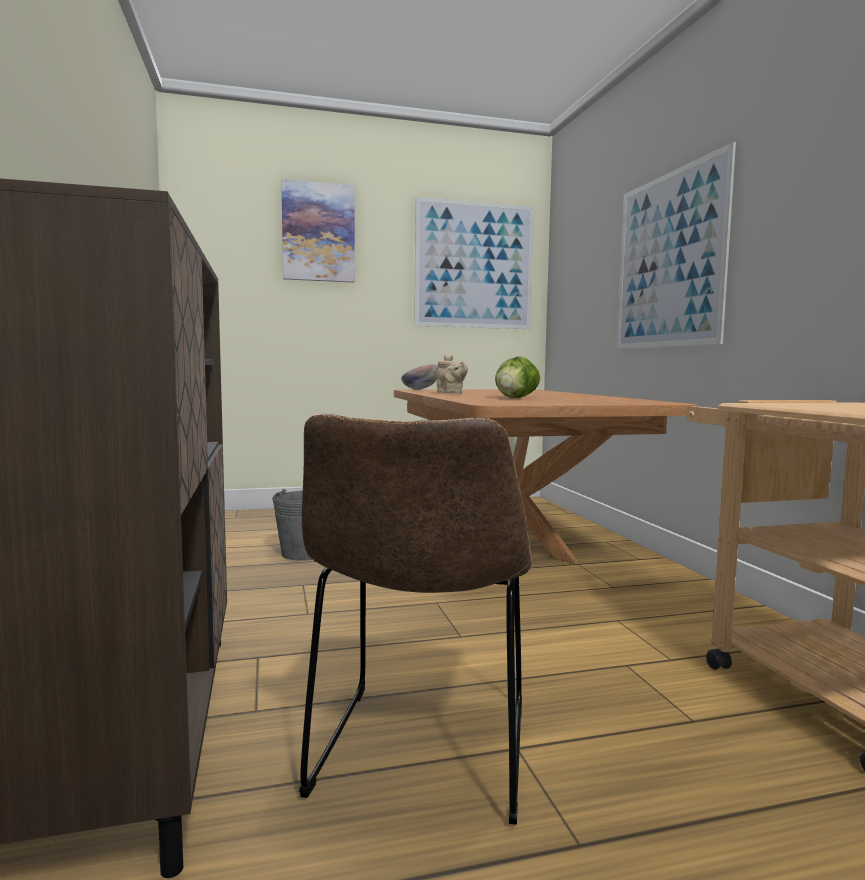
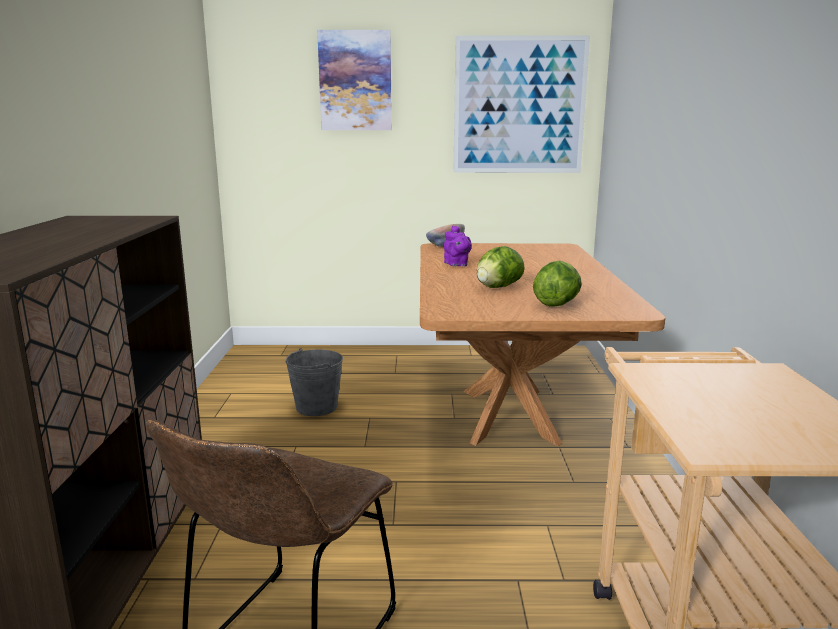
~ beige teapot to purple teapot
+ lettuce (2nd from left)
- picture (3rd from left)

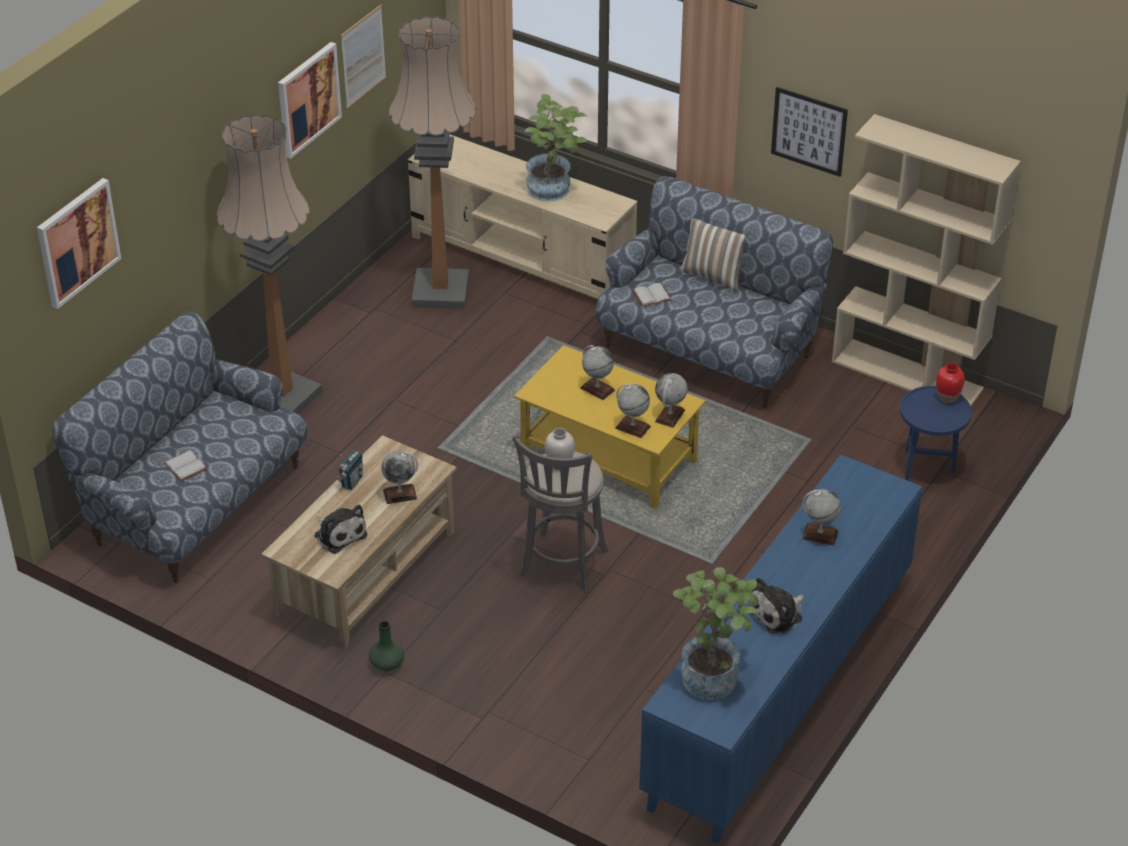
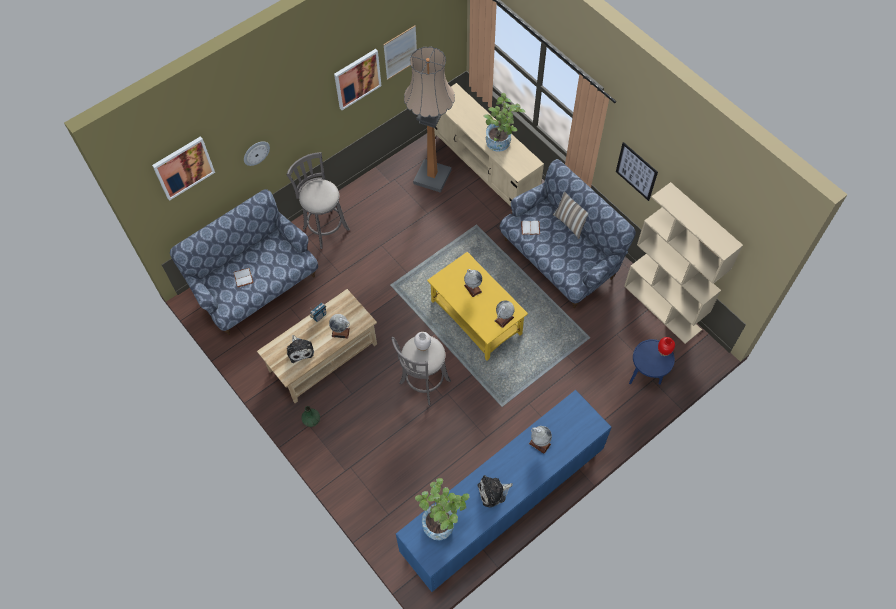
+ wall clock
~ floor lamp (1st from left) to grey stool (1st from left)
- globe (3rd from left)

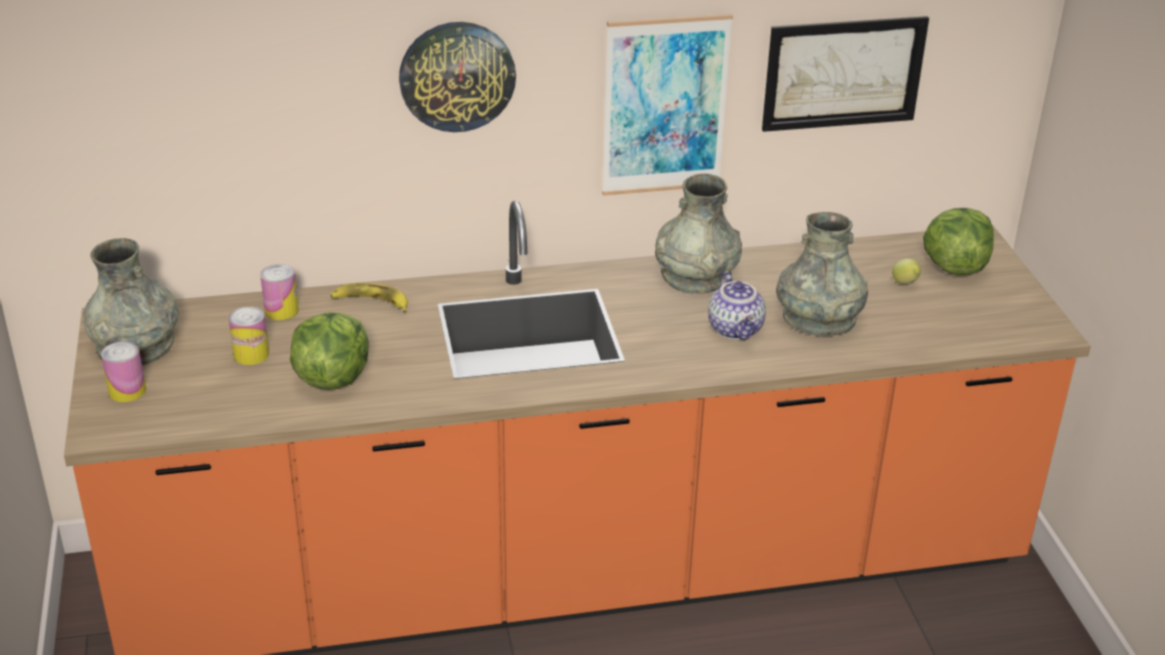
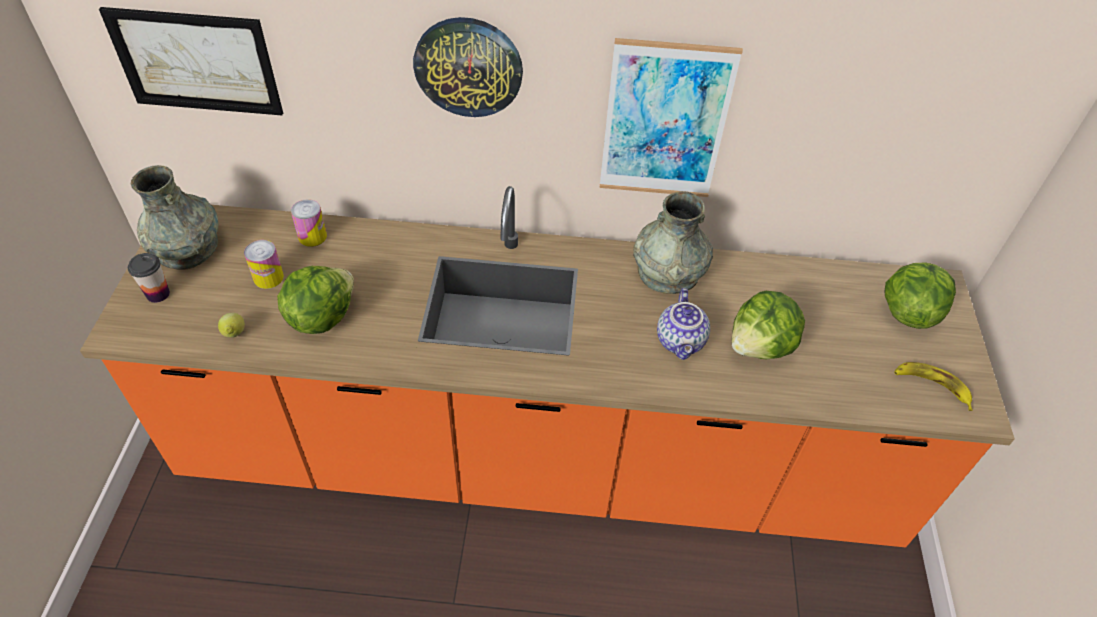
~ picture (2nd from left in the first image) to picture (1st from left)
~ can (1st from left) to cup
~ lemon
~ grey vase (3rd from left) to lettuce (2nd from left)
~ banana

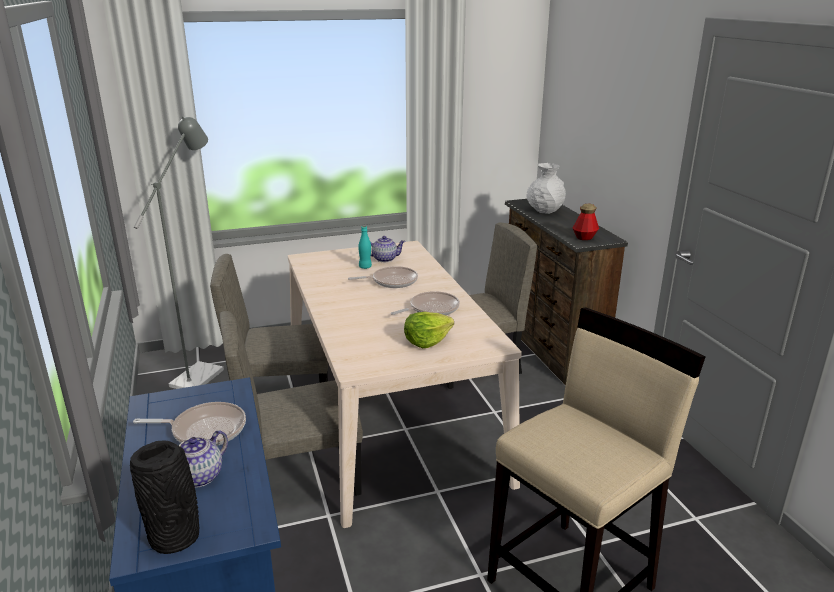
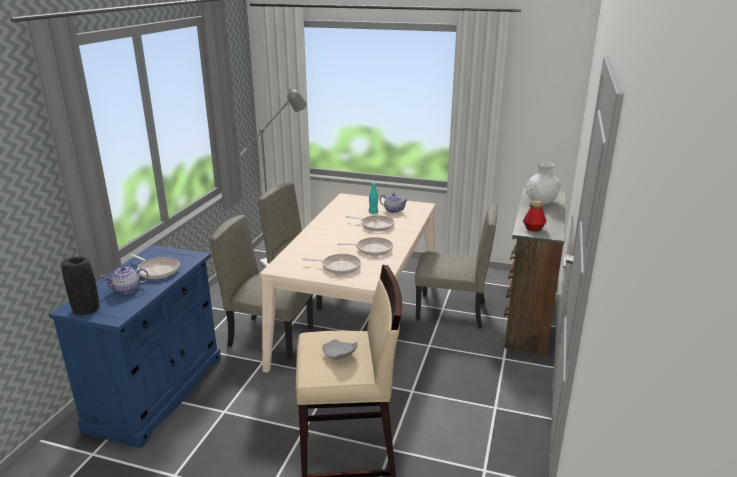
~ lettuce to frying pan (2nd from left)
+ grey plate

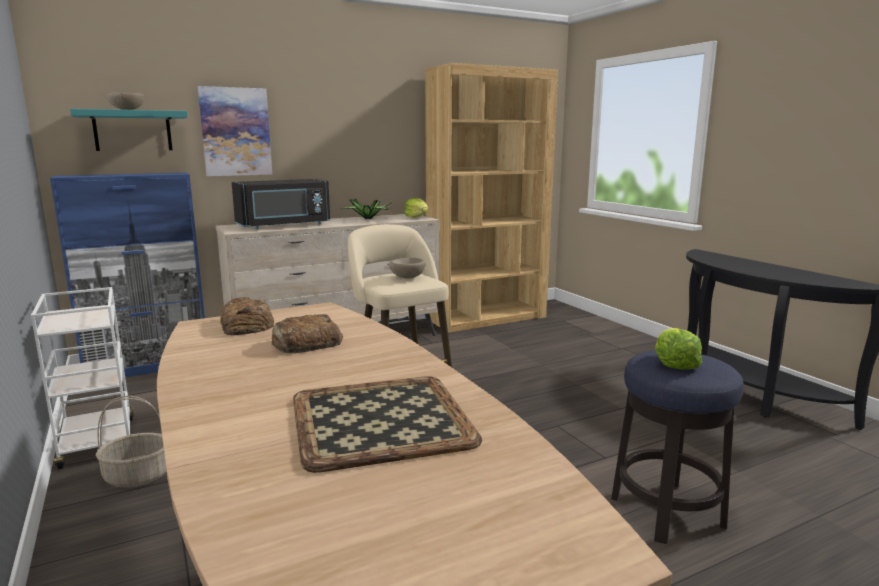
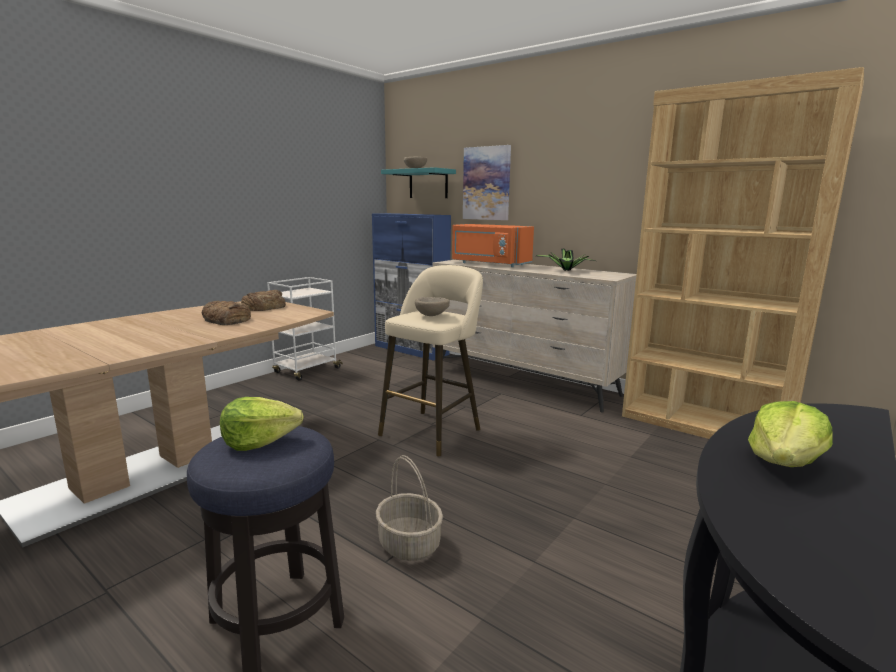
~ basket
~ black microwave to orange microwave
~ lettuce (1st from left in the first image) to lettuce (2nd from left)
- tray

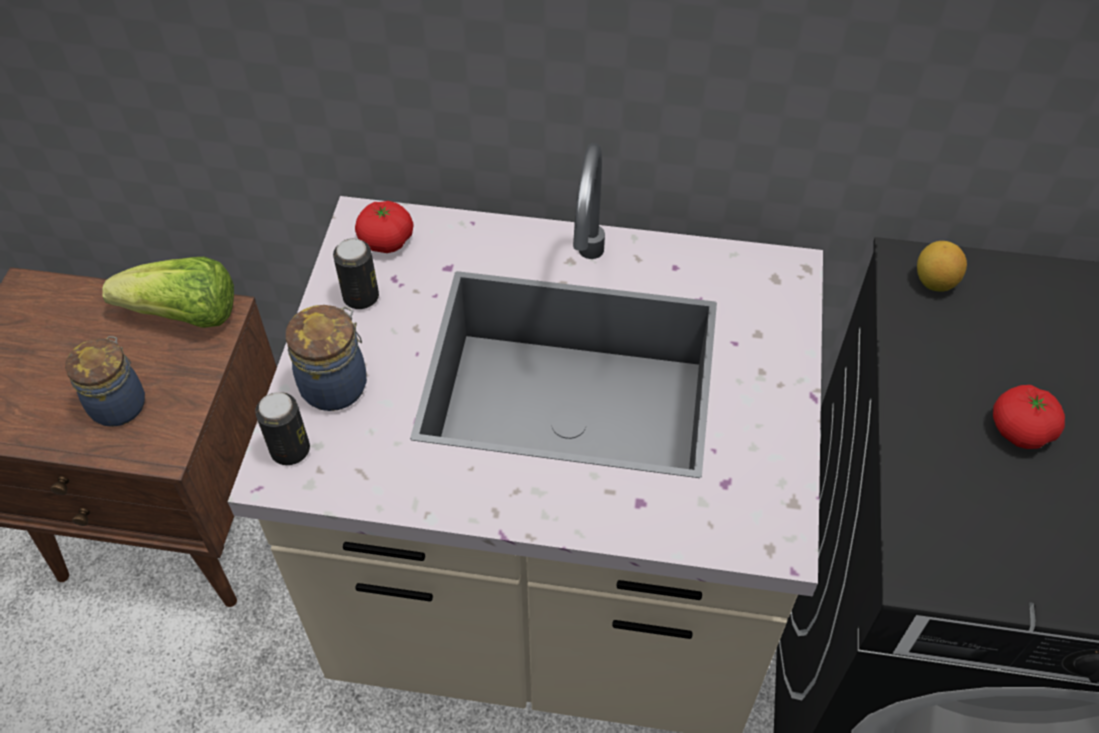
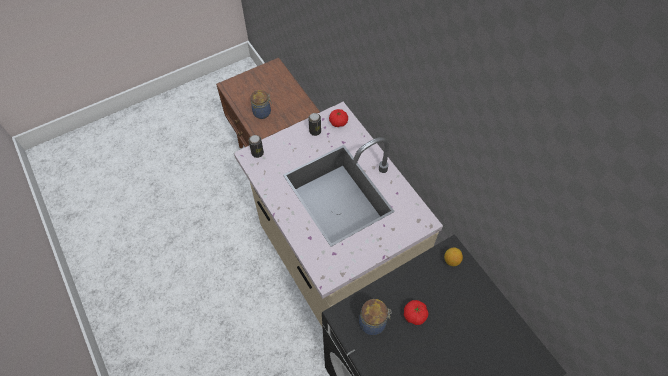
~ jar (2nd from left)
- lettuce

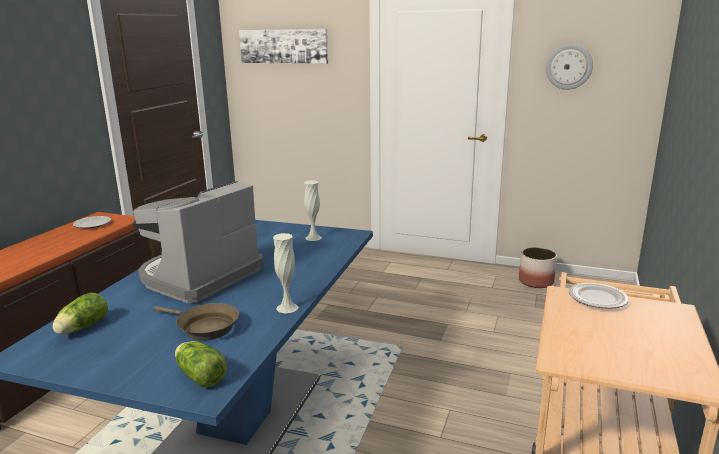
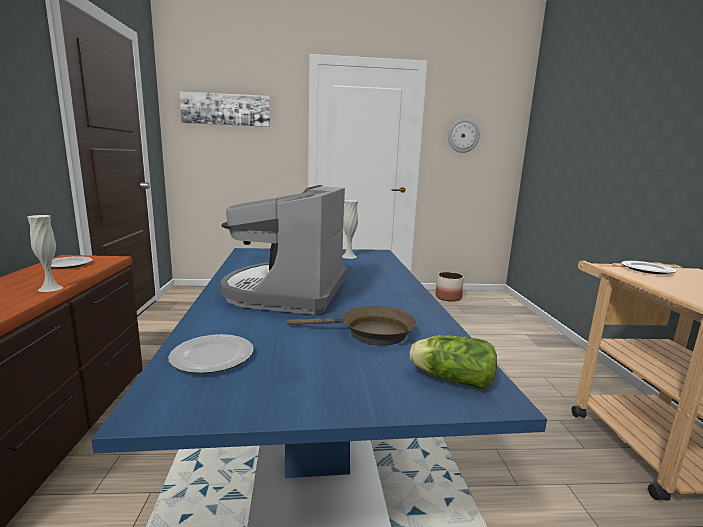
~ white vase (1st from left)
~ lettuce (1st from left) to plate (2nd from left)

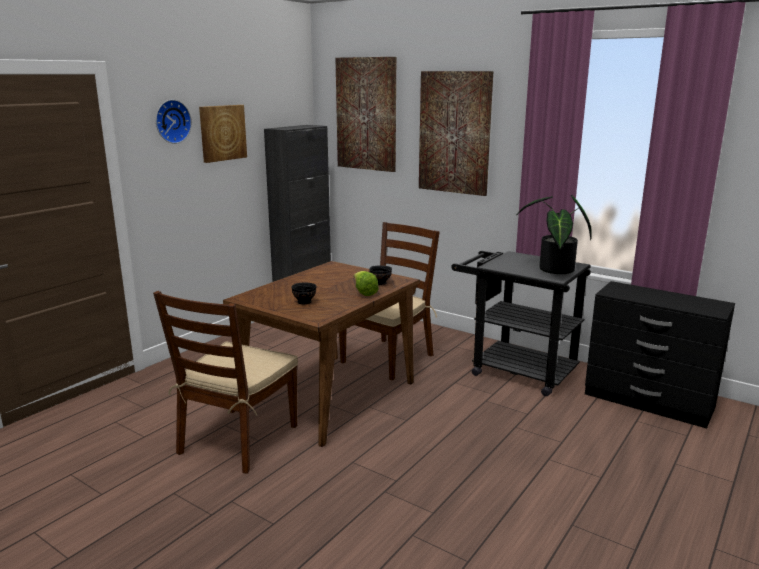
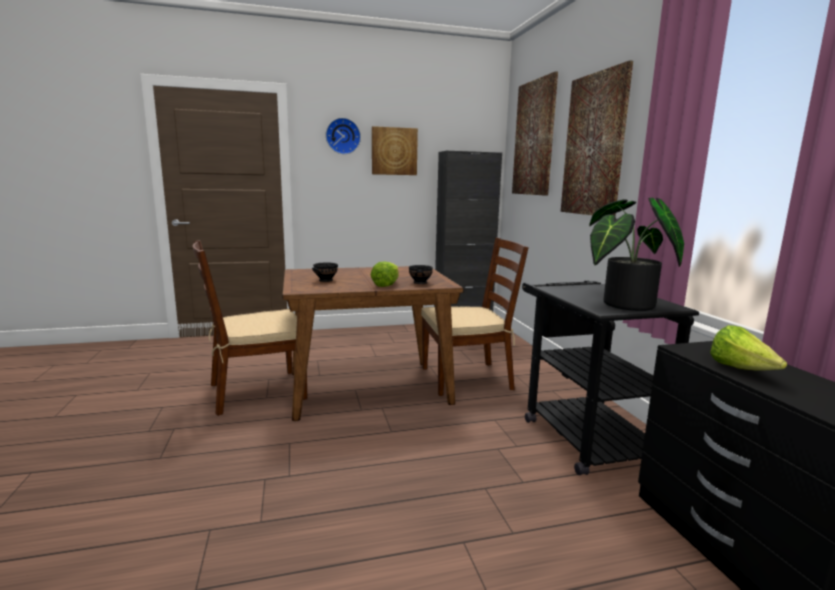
+ lettuce (2nd from left)

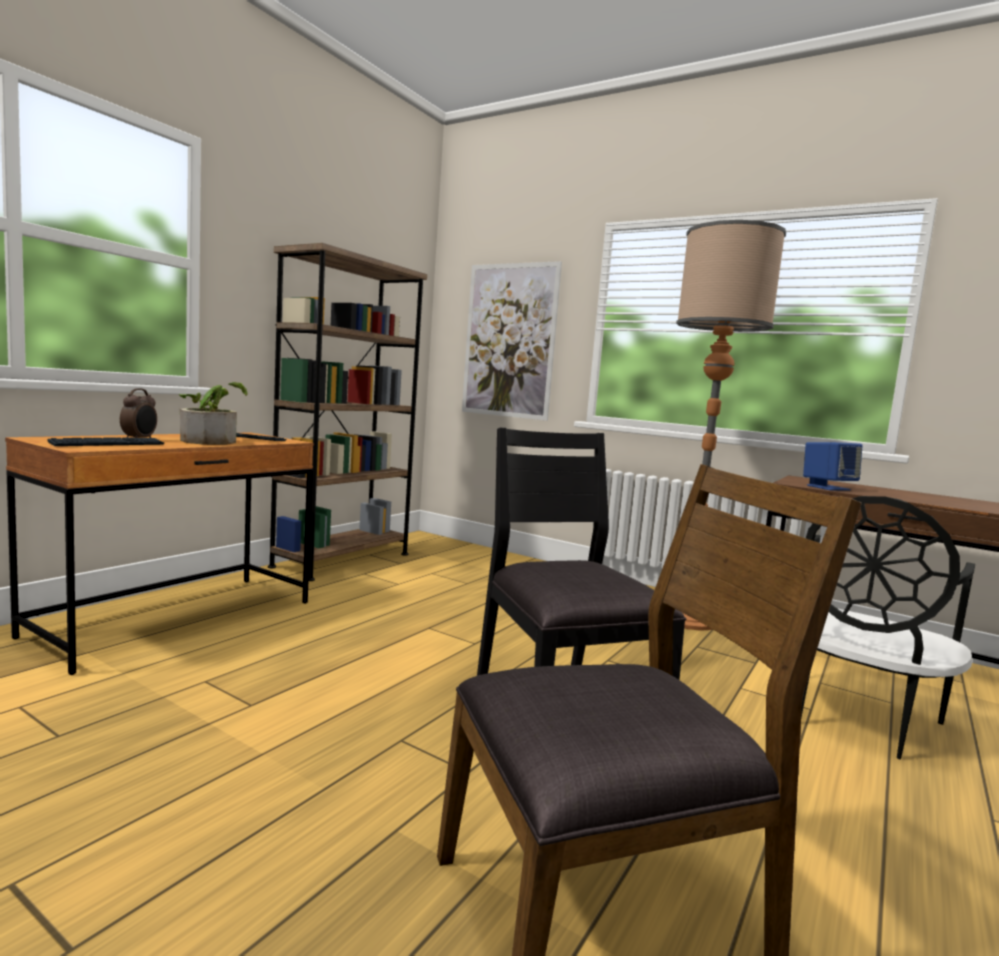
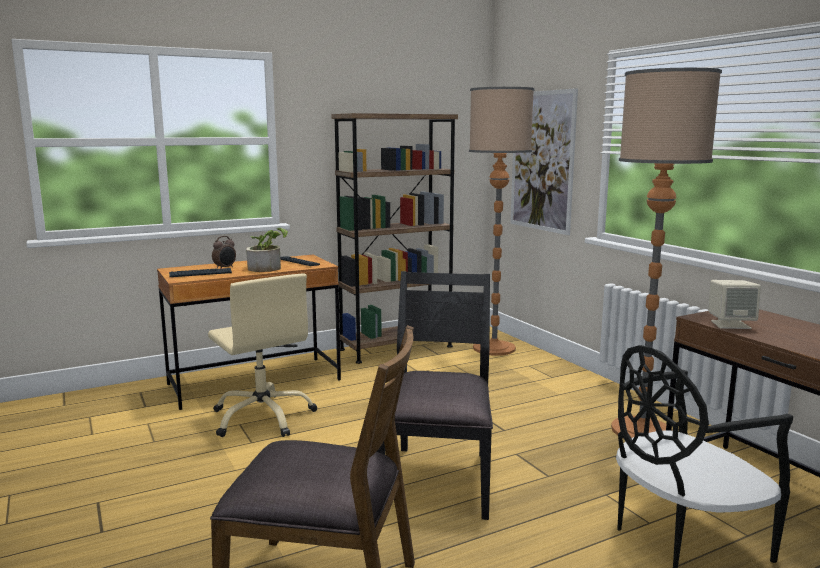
+ beige office chair
+ floor lamp (1st from left)
~ blue speaker to beige speaker

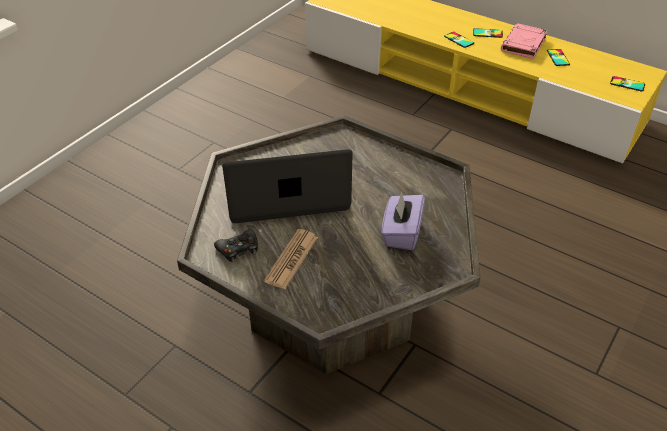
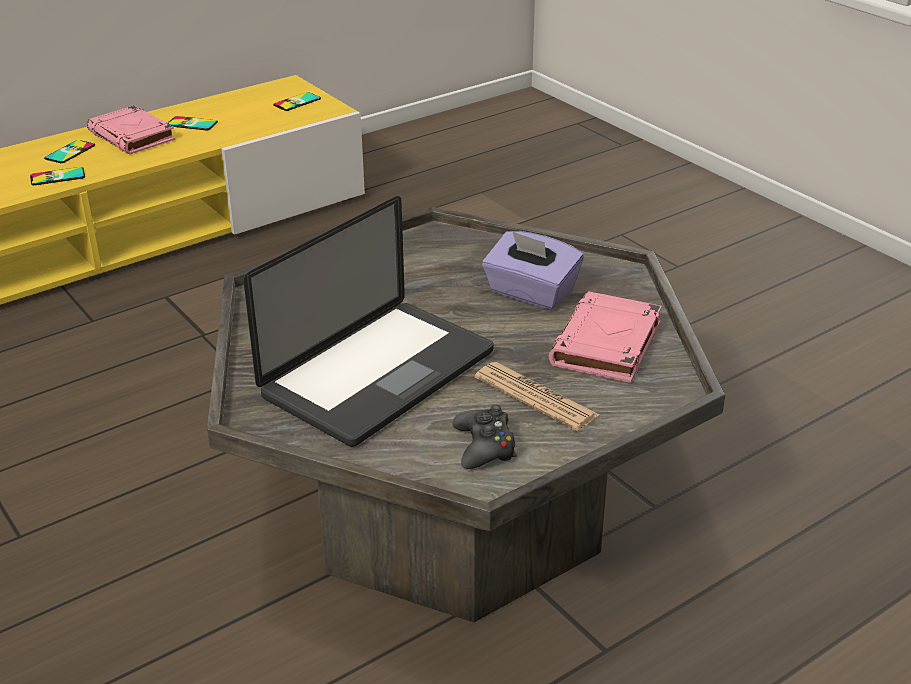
~ laptop 150 degrees counterclockwise
+ pink book (2nd from left)

